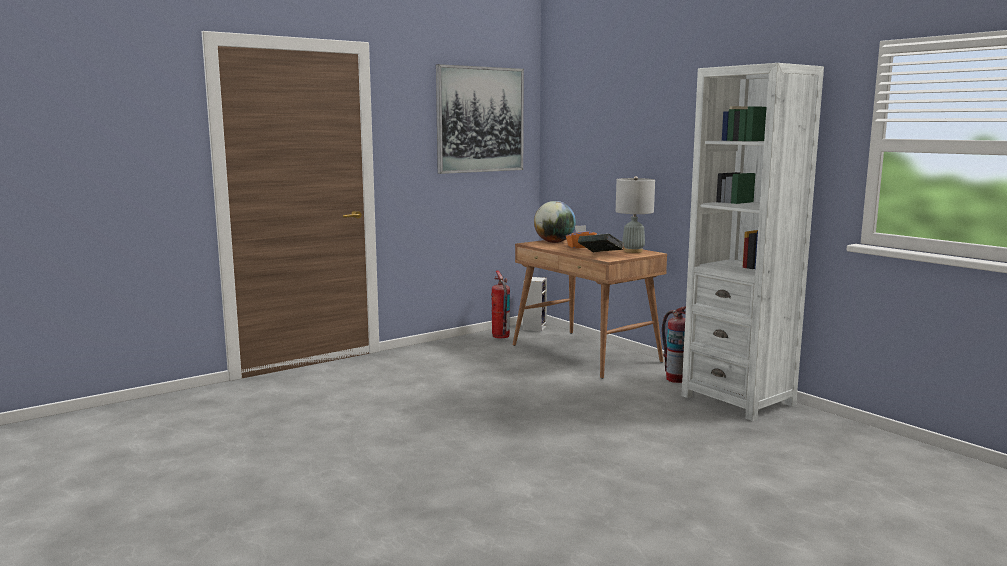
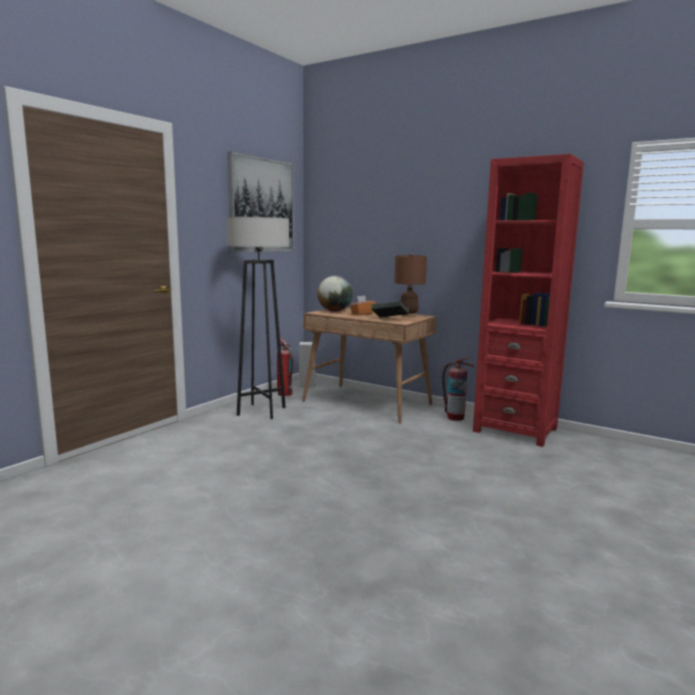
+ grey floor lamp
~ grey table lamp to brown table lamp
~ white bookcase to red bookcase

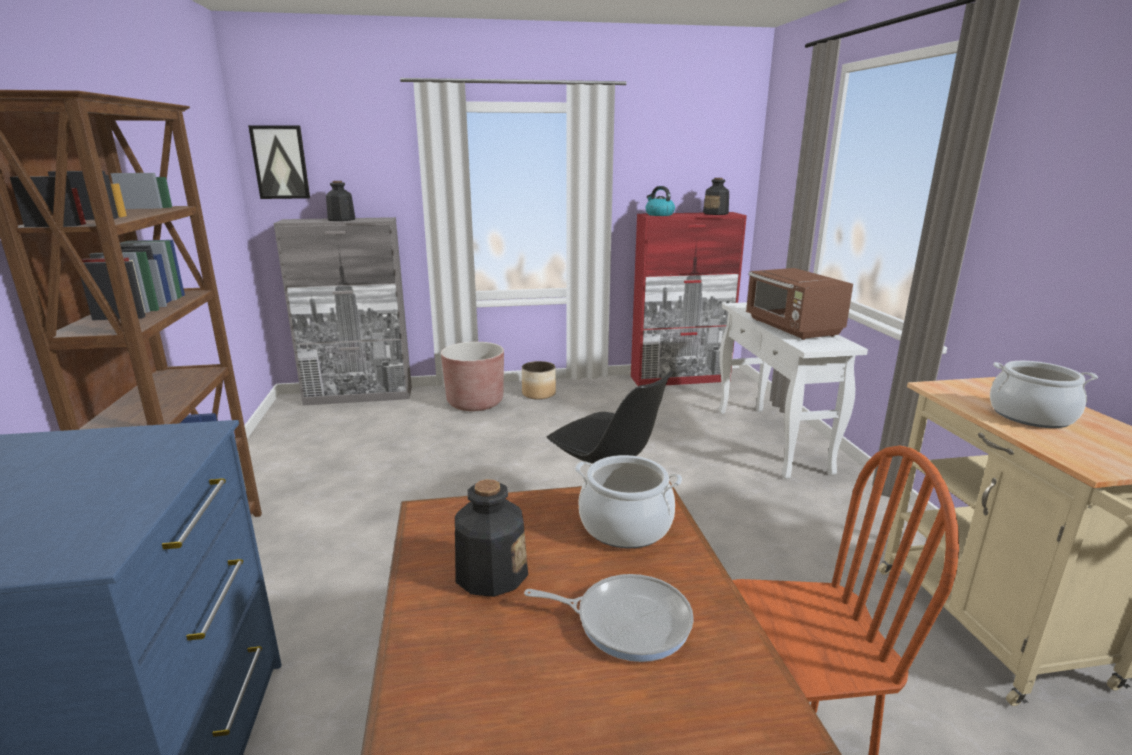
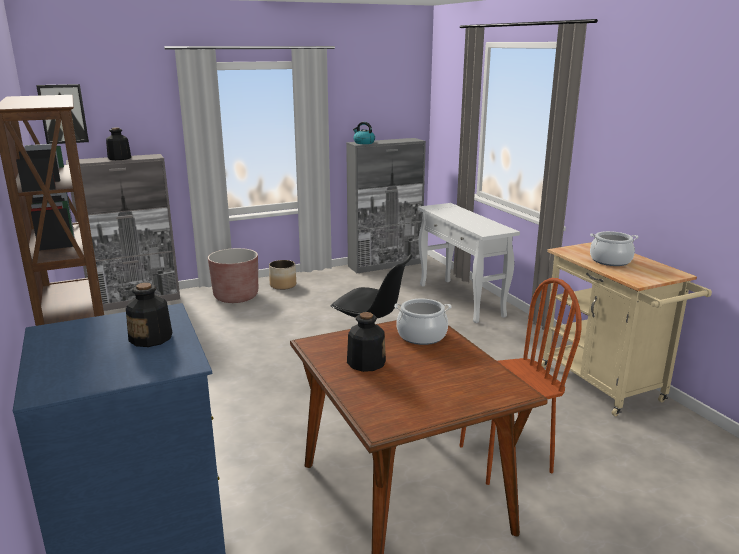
~ bottle (3rd from left in the first image) to bottle (2nd from left)
~ red cabinet to grey cabinet (2nd from left)
- frying pan
- brown microwave

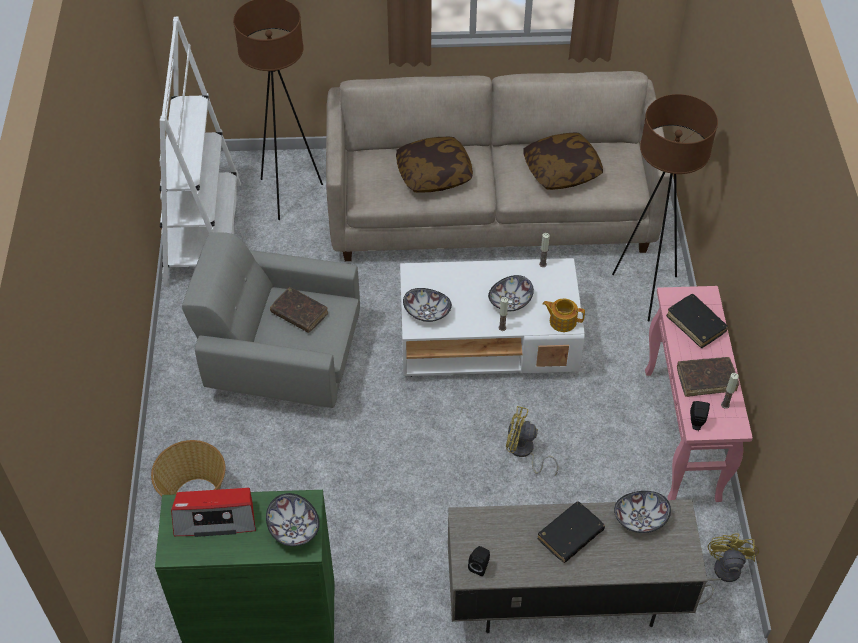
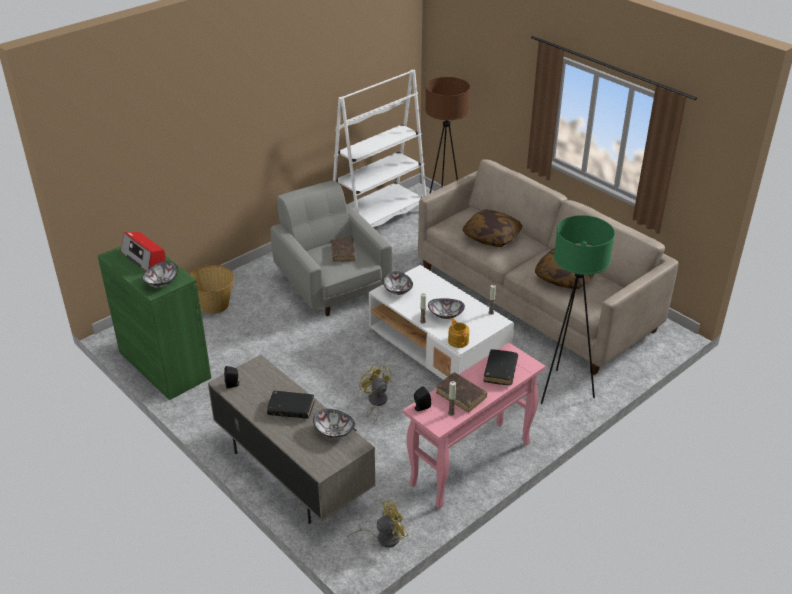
~ brown floor lamp (2nd from left) to green floor lamp

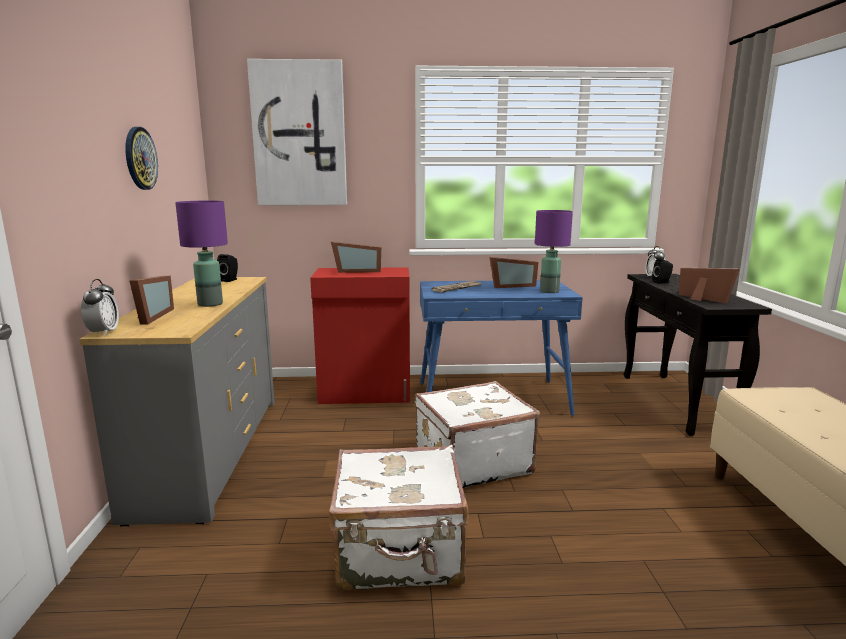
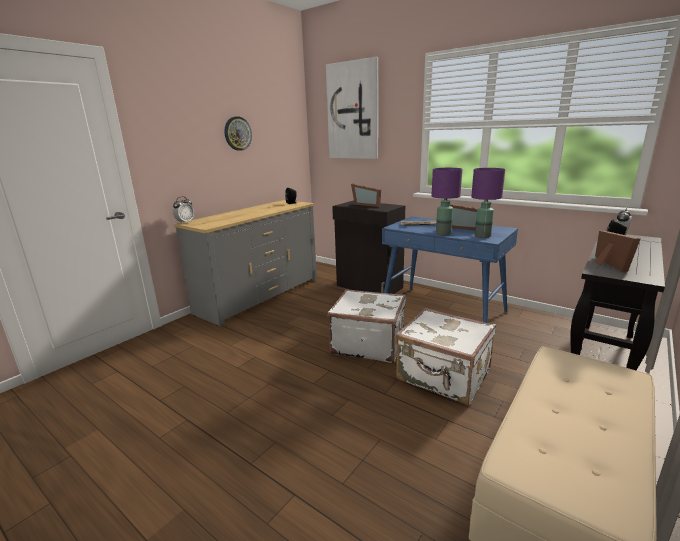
~ red cabinet to black cabinet
~ white suitcase (1st from left in the first image) to white suitcase (2nd from left)
~ purple table lamp (1st from left)
- picture frame (1st from left)

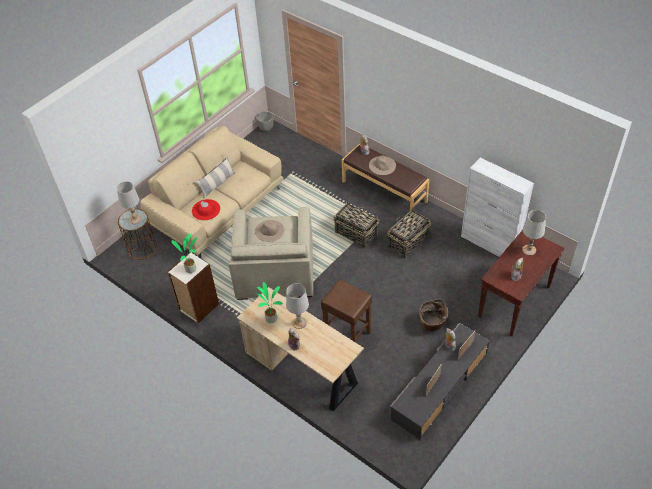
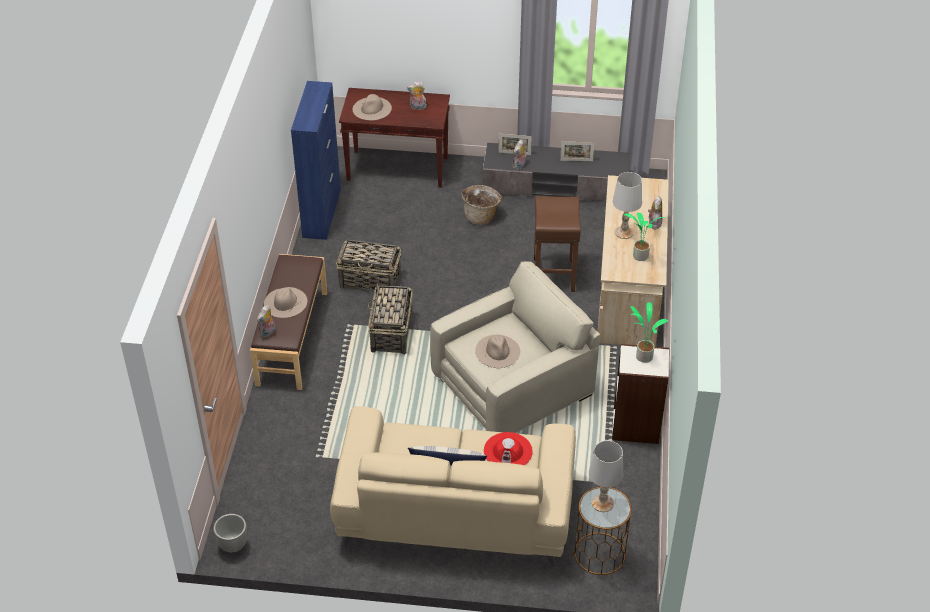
~ white cabinet to blue cabinet
~ white table lamp (3rd from left) to beige hat (2nd from left)

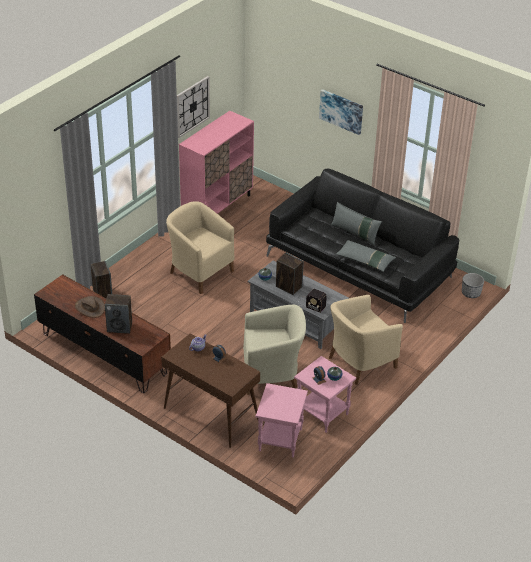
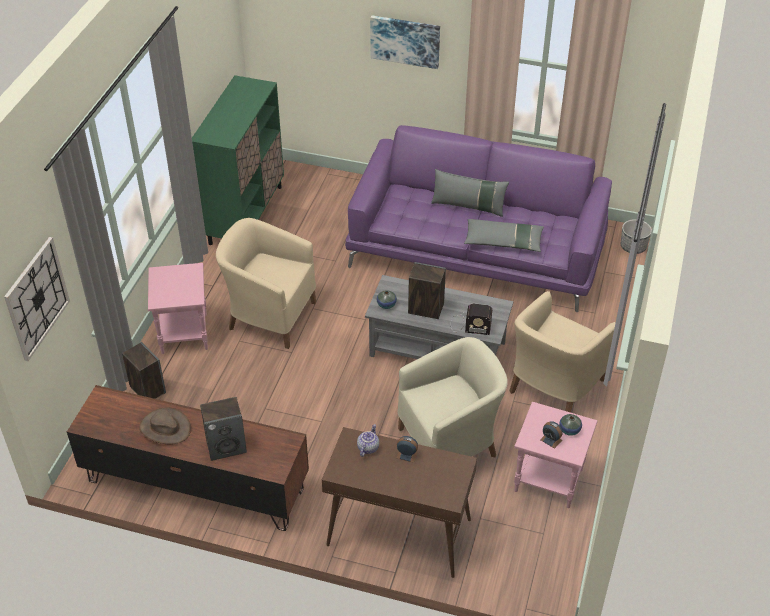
~ wall clock
~ pink side table (1st from left)
~ pink cabinet to green cabinet
~ black sofa to purple sofa

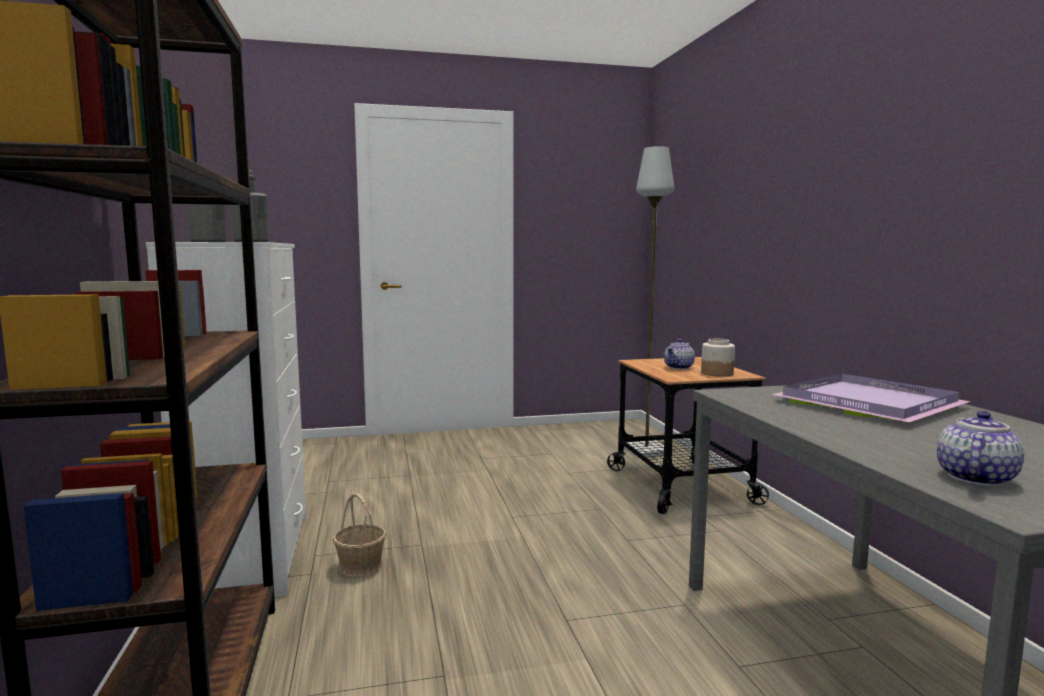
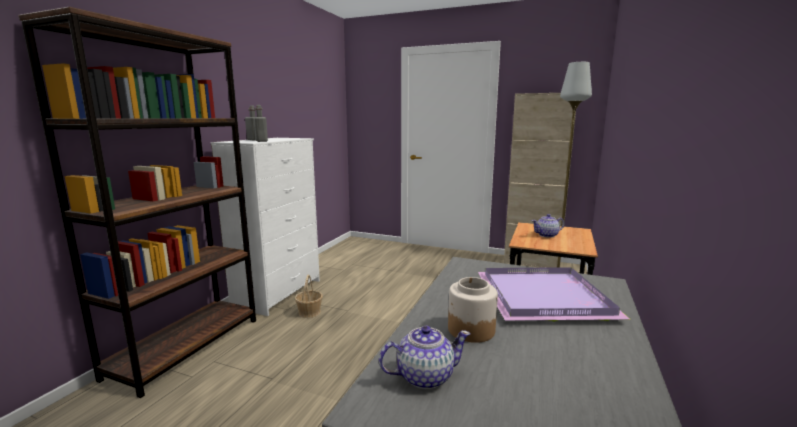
~ jar
+ beige cabinet

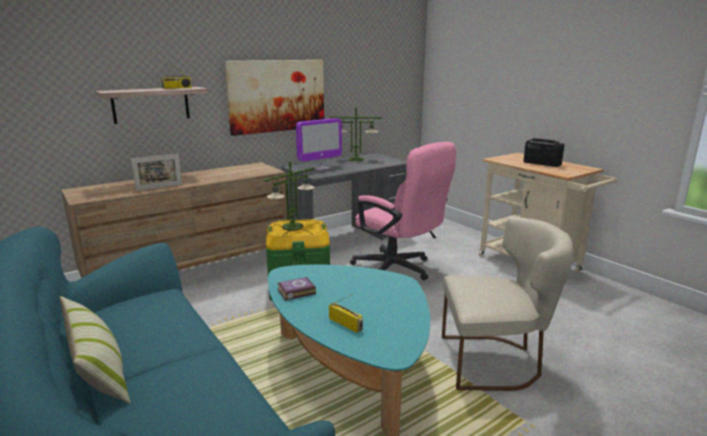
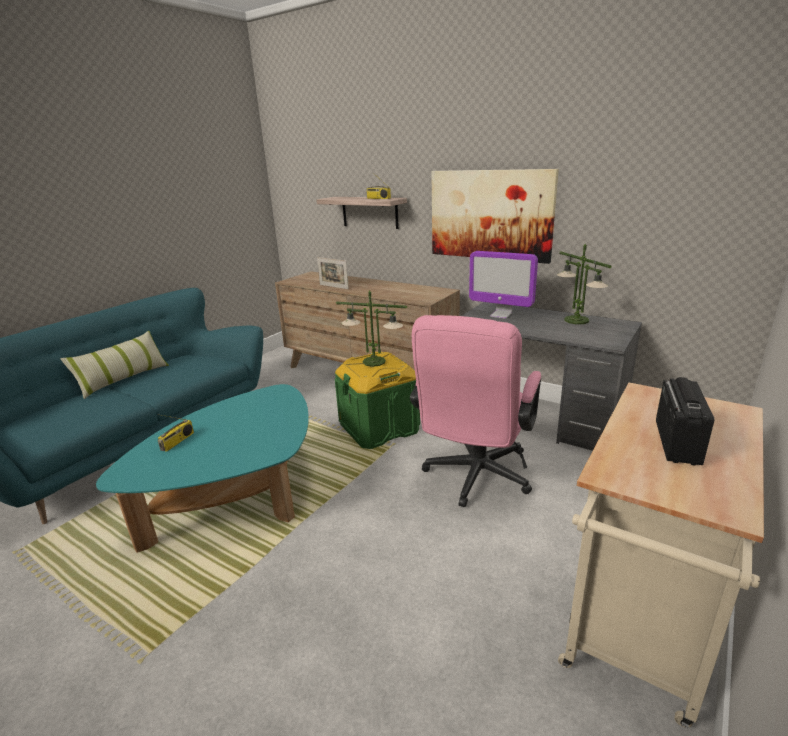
- book
- beige chair

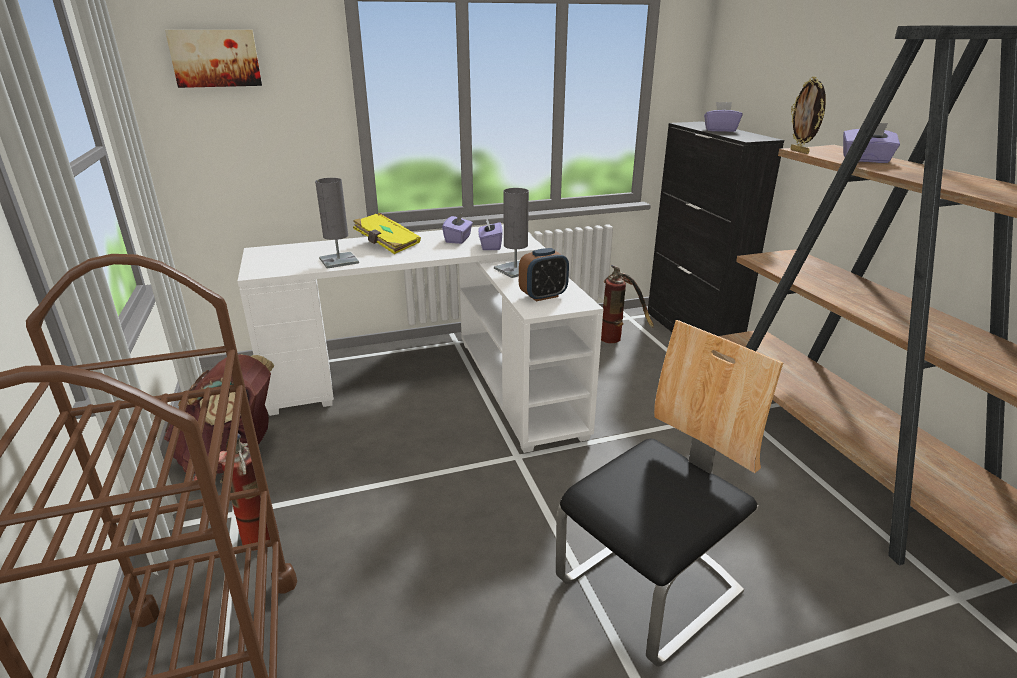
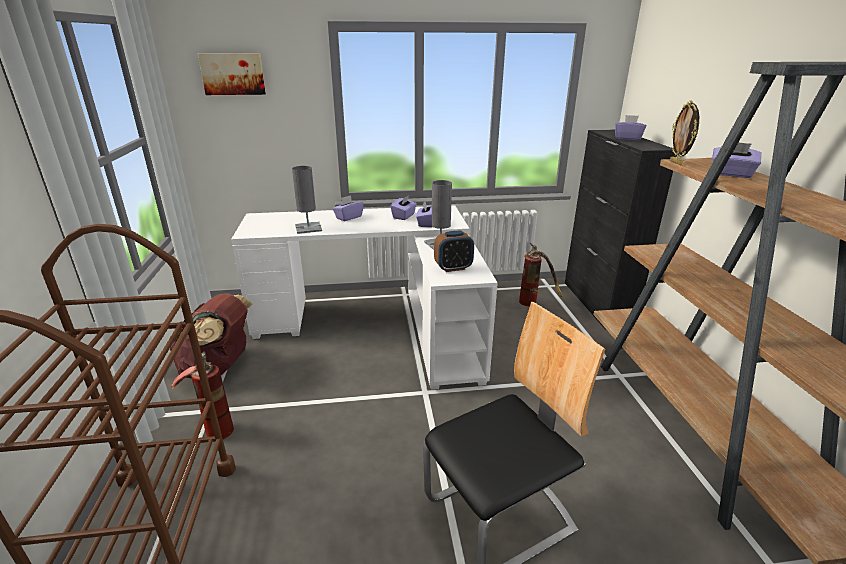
~ yellow book to purple tissue box (1st from left)

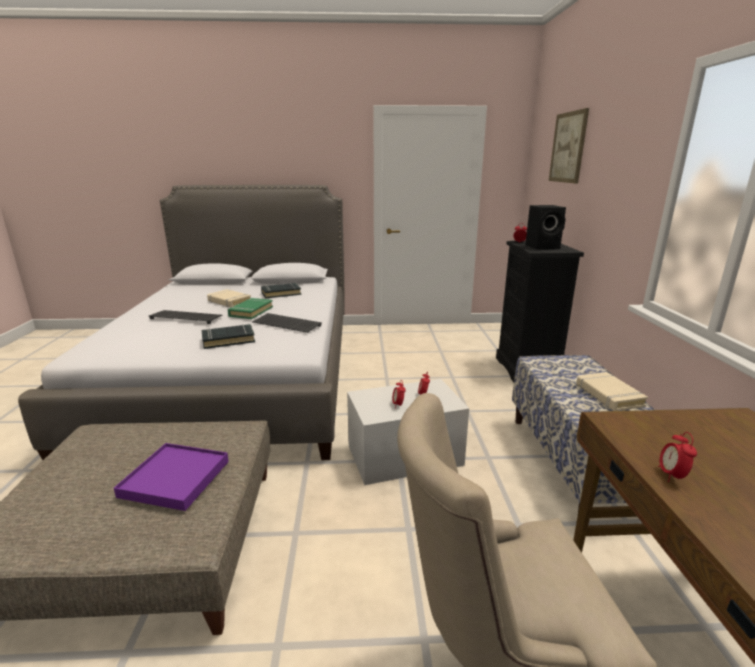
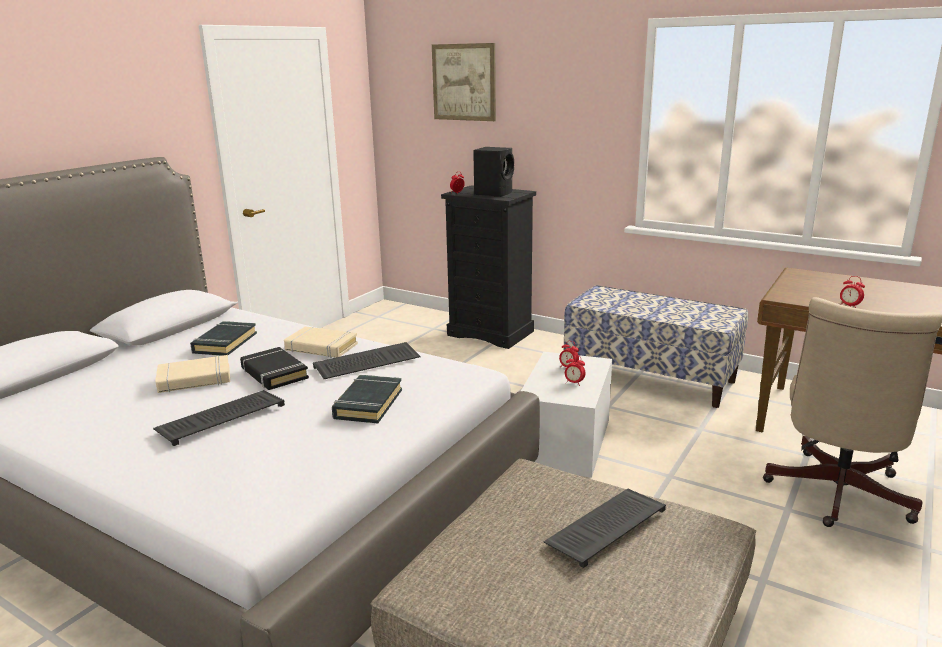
~ green book to black book (2nd from left)
~ beige book (2nd from left)
~ purple tray to keyboard (3rd from left)

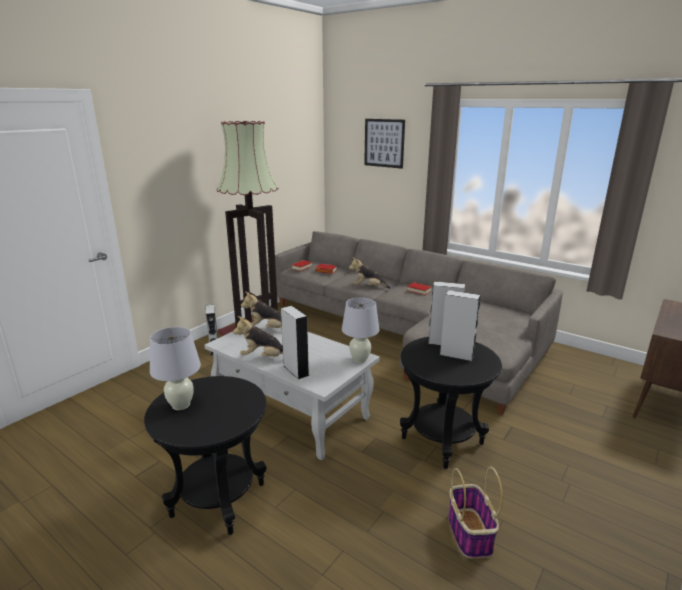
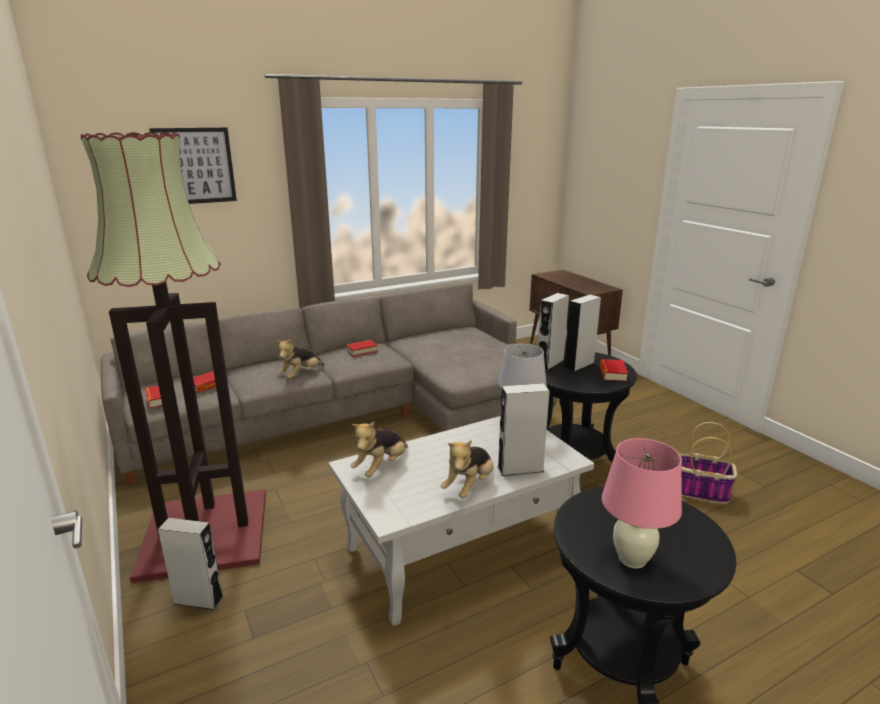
+ book (4th from left)
~ white table lamp (1st from left) to pink table lamp

